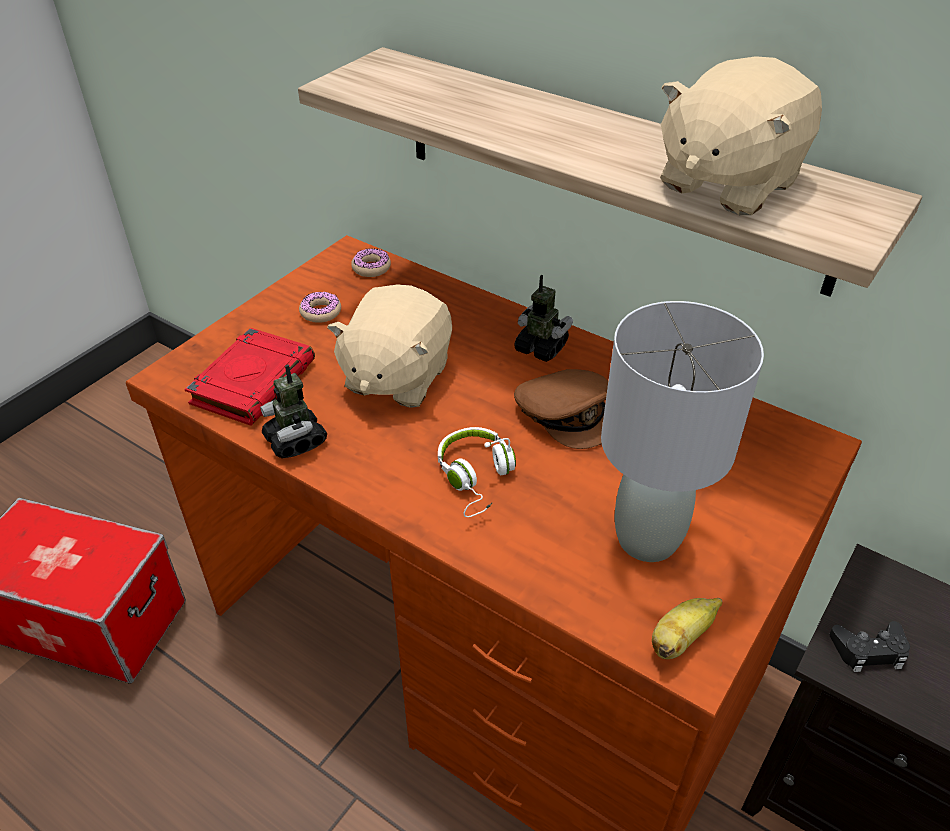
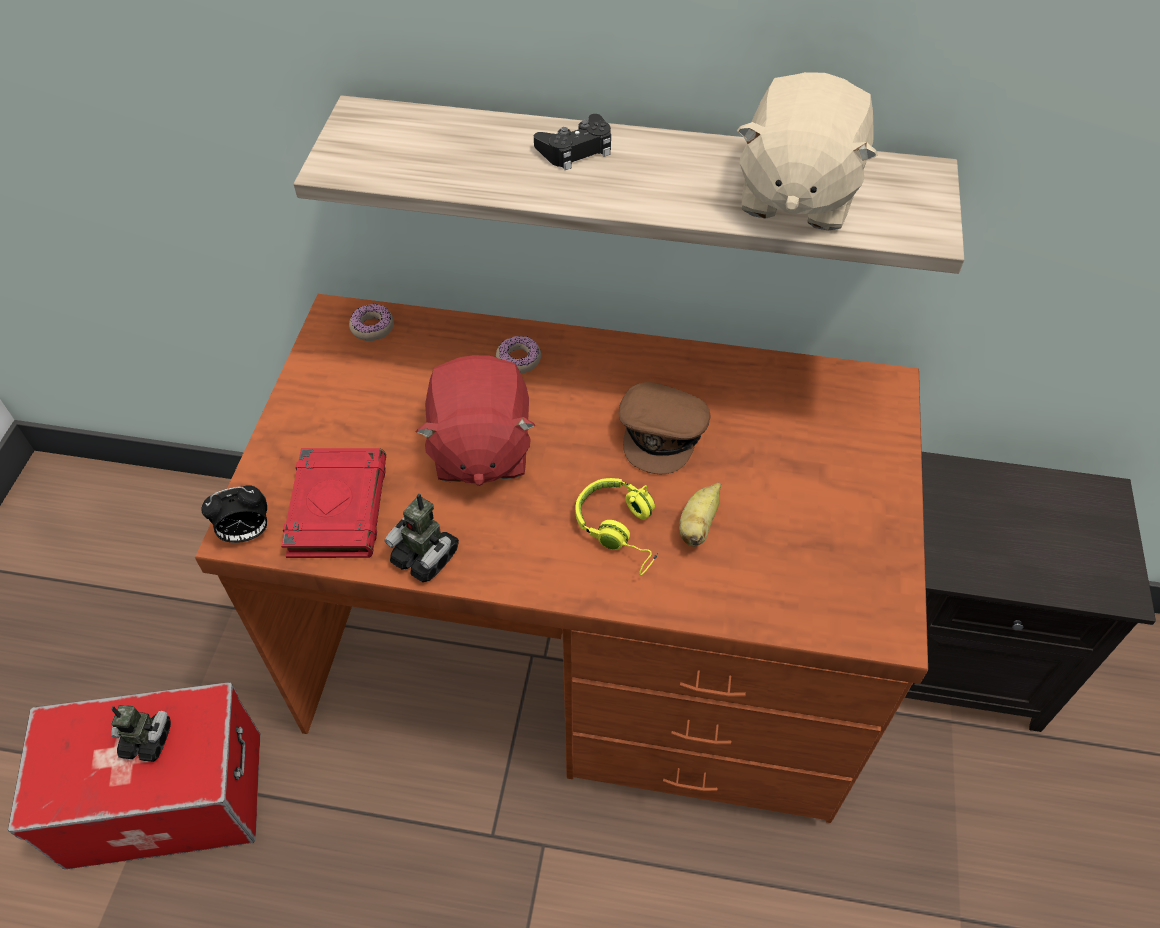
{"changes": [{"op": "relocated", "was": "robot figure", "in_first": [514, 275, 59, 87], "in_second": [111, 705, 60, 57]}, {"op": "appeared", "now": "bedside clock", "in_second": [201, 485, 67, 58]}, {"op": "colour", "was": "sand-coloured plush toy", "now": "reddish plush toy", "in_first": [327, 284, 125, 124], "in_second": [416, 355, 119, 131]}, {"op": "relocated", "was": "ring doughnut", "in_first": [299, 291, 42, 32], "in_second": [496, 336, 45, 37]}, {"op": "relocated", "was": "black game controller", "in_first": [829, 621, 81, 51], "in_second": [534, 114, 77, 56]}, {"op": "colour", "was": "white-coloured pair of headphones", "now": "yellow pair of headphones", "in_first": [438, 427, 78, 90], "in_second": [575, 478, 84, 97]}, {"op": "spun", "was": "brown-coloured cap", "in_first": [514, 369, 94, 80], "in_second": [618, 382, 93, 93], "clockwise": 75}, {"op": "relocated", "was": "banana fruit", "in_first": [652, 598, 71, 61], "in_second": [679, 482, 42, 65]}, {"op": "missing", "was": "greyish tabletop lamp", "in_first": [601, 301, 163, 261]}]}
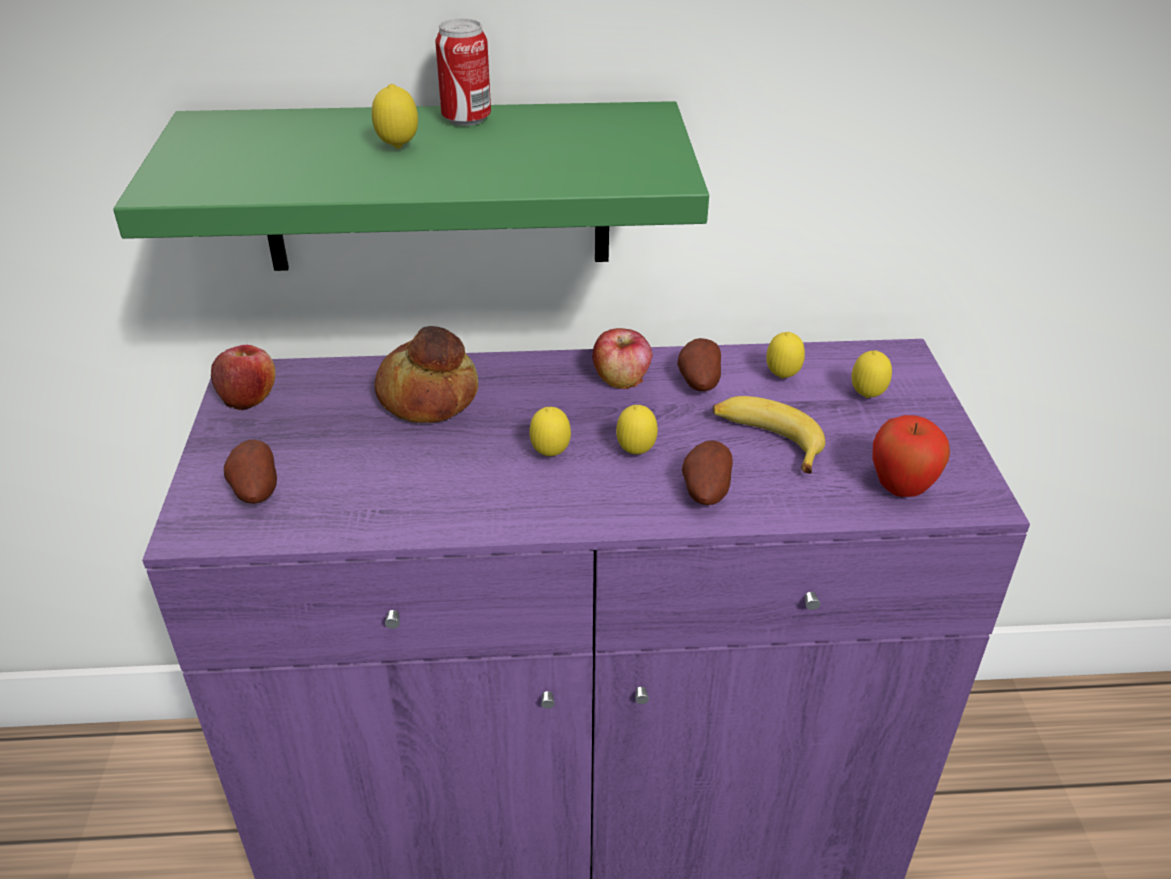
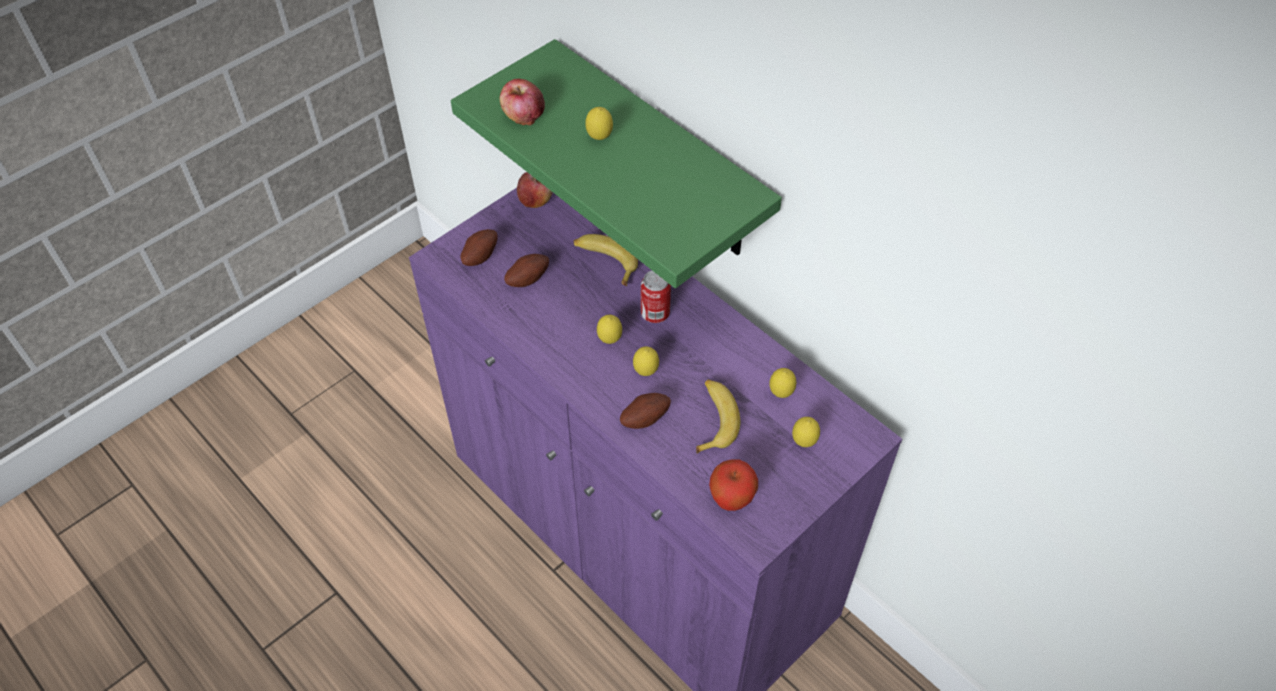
{"changes": [{"op": "relocated", "was": "apple", "in_first": [592, 328, 61, 61], "in_second": [500, 79, 45, 47]}, {"op": "relocated", "was": "spud", "in_first": [677, 338, 44, 53], "in_second": [504, 254, 45, 33]}, {"op": "exchanged", "was": "bakery bread", "now": "banana fruit", "in_first": [375, 326, 103, 97], "in_second": [574, 234, 64, 52]}, {"op": "relocated", "was": "metal can", "in_first": [435, 19, 56, 107], "in_second": [641, 271, 30, 52]}]}
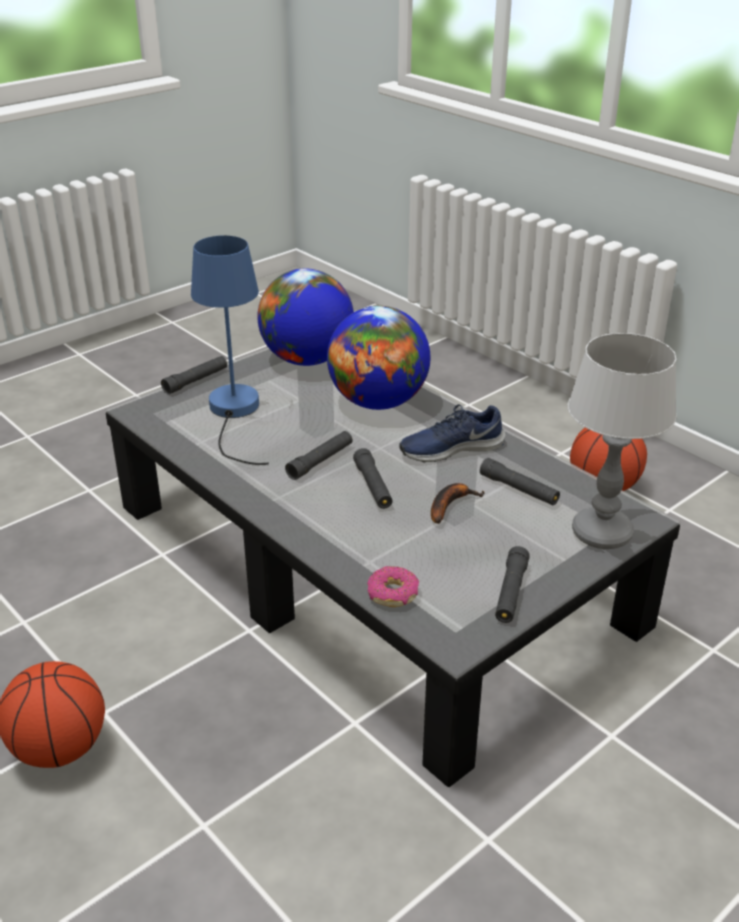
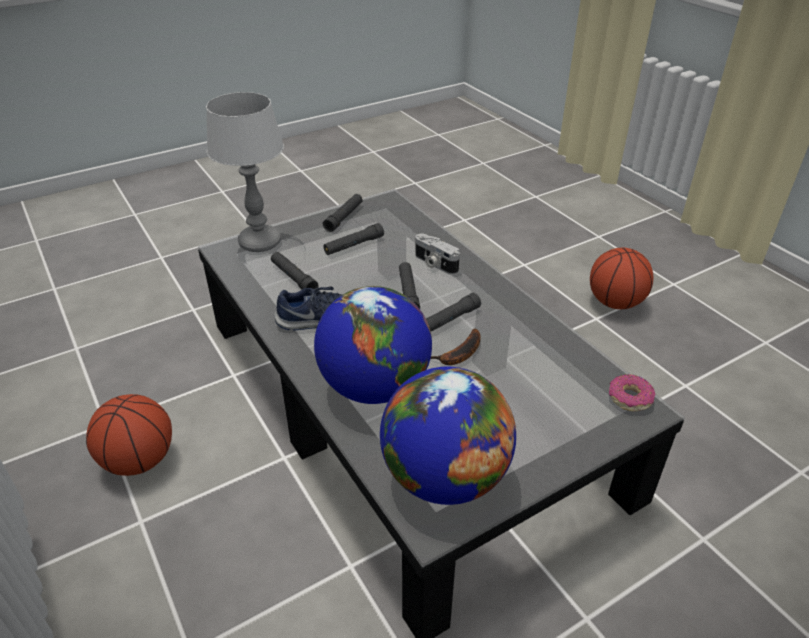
{"changes": [{"op": "relocated", "was": "black hand torch", "in_first": [161, 356, 66, 38], "in_second": [323, 223, 61, 32]}, {"op": "appeared", "now": "photo camera", "in_second": [415, 234, 45, 41]}, {"op": "relocated", "was": "banana fruit", "in_first": [431, 483, 54, 41], "in_second": [431, 328, 50, 37]}, {"op": "relocated", "was": "ring doughnut", "in_first": [367, 566, 52, 41], "in_second": [609, 374, 47, 37]}, {"op": "missing", "was": "blue-coloured tabletop lamp", "in_first": [191, 236, 78, 229]}]}
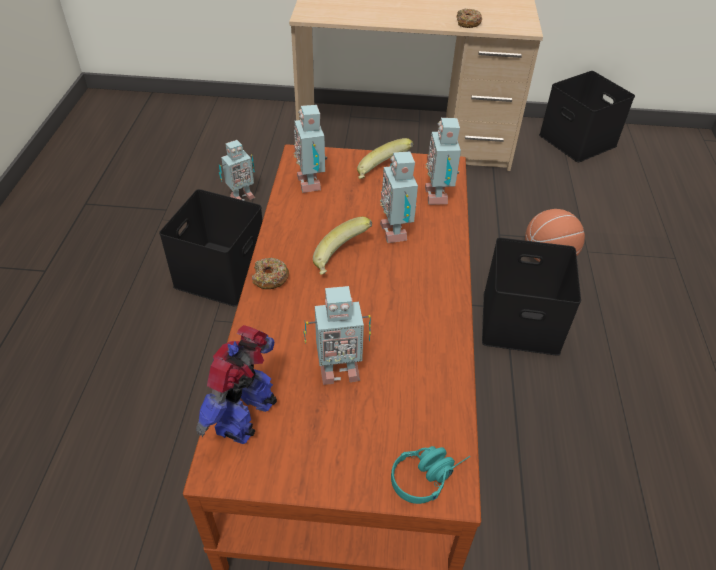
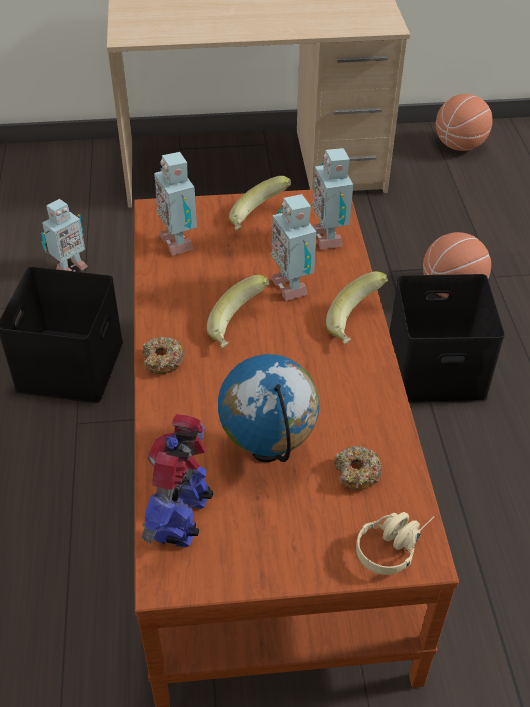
{"changes": [{"op": "exchanged", "was": "robot figure", "now": "desk globe", "in_first": [303, 286, 68, 99], "in_second": [218, 354, 101, 108]}, {"op": "appeared", "now": "banana fruit", "in_second": [326, 271, 62, 73]}, {"op": "relocated", "was": "ring doughnut", "in_first": [456, 9, 26, 19], "in_second": [334, 446, 49, 44]}, {"op": "colour", "was": "turquoise-coloured pair of headphones", "now": "sand-coloured pair of headphones", "in_first": [391, 446, 79, 58], "in_second": [356, 512, 78, 63]}, {"op": "exchanged", "was": "black storage box", "now": "basketball ball", "in_first": [539, 71, 96, 91], "in_second": [436, 94, 57, 57]}]}
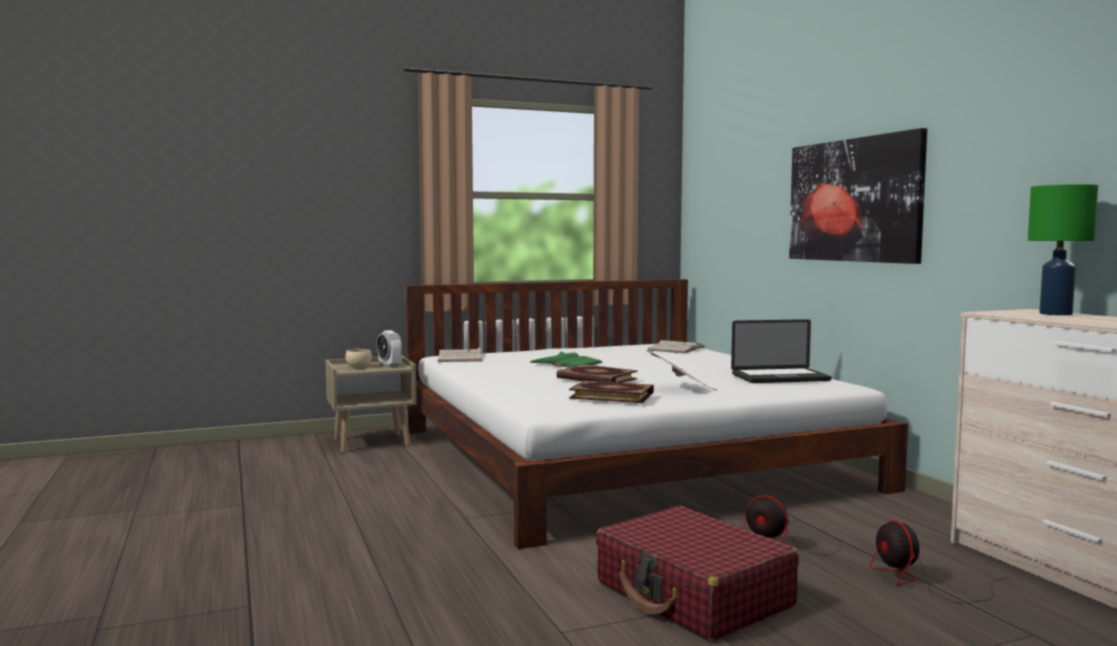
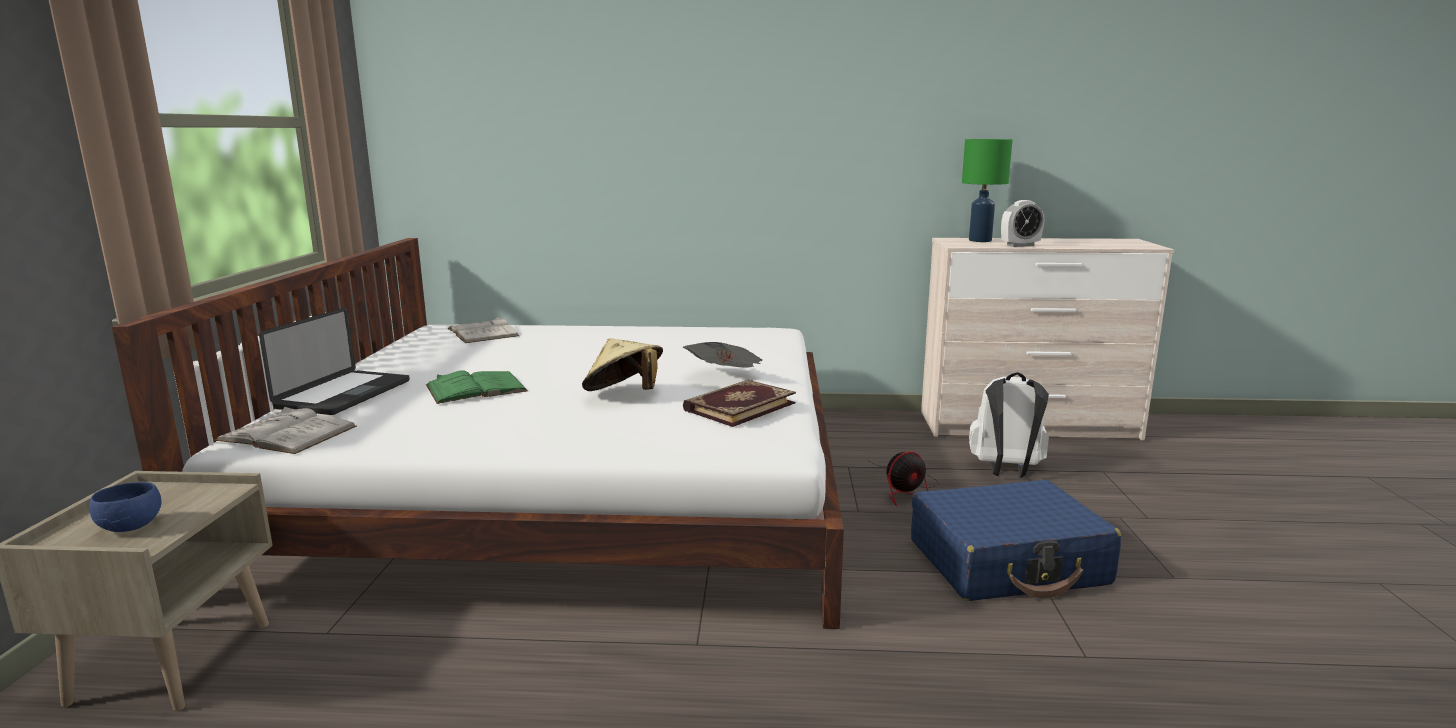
{"changes": [{"op": "colour", "was": "sand-coloured bowl", "now": "blue-coloured bowl", "in_first": [345, 349, 27, 19], "in_second": [89, 482, 72, 50]}, {"op": "relocated", "was": "portable computer", "in_first": [731, 319, 101, 64], "in_second": [259, 307, 151, 108]}, {"op": "exchanged", "was": "book", "now": "sand-coloured hat", "in_first": [556, 364, 82, 19], "in_second": [582, 338, 81, 53]}, {"op": "colour", "was": "reddish piece of luggage", "now": "blue-coloured piece of luggage", "in_first": [596, 506, 203, 135], "in_second": [911, 480, 210, 121]}, {"op": "exchanged", "was": "fan", "now": "white-coloured knapsack", "in_first": [869, 520, 138, 83], "in_second": [969, 372, 80, 106]}, {"op": "relocated", "was": "bedside clock", "in_first": [376, 330, 26, 37], "in_second": [1001, 200, 43, 47]}, {"op": "missing", "was": "wall picture", "in_first": [789, 128, 138, 136]}]}
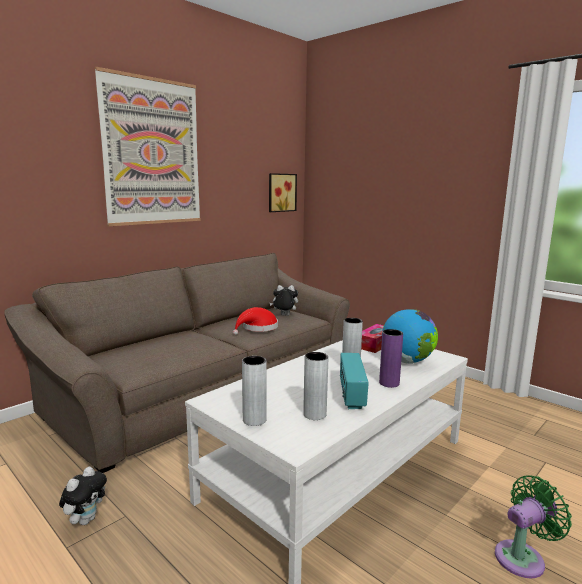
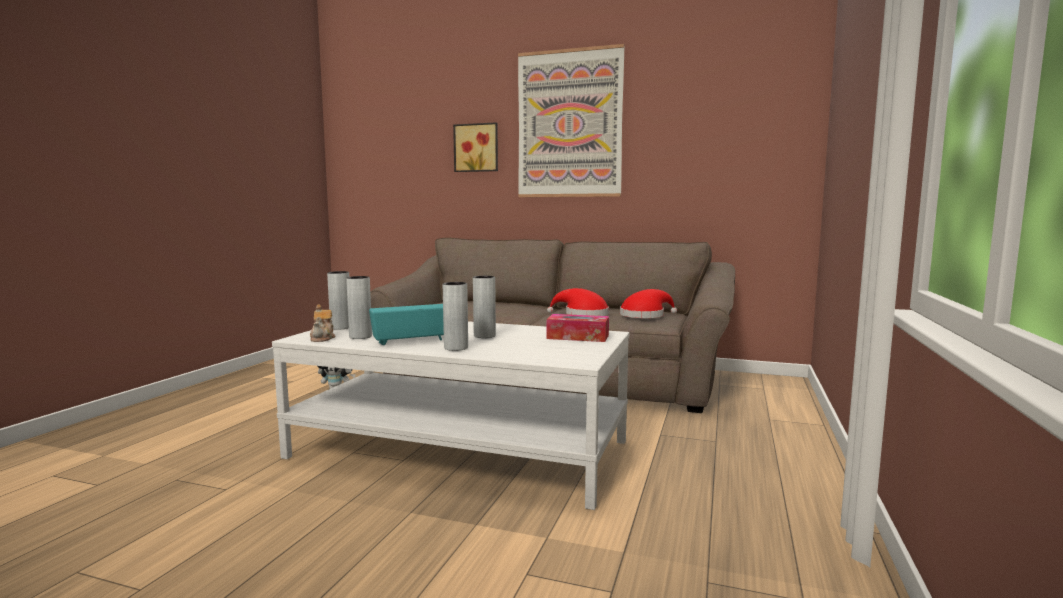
{"changes": [{"op": "appeared", "now": "teapot", "in_second": [310, 304, 25, 38]}, {"op": "colour", "was": "purplish decorative vase", "now": "greyish decorative vase", "in_first": [379, 329, 24, 59], "in_second": [443, 282, 25, 69]}, {"op": "relocated", "was": "wall picture", "in_first": [269, 173, 28, 39], "in_second": [453, 122, 45, 50]}, {"op": "exchanged", "was": "plush toy", "now": "reddish hat", "in_first": [270, 285, 28, 31], "in_second": [620, 289, 57, 29]}, {"op": "missing", "was": "desk globe", "in_first": [382, 309, 56, 55]}, {"op": "missing", "was": "greenish fan", "in_first": [495, 475, 77, 104]}]}
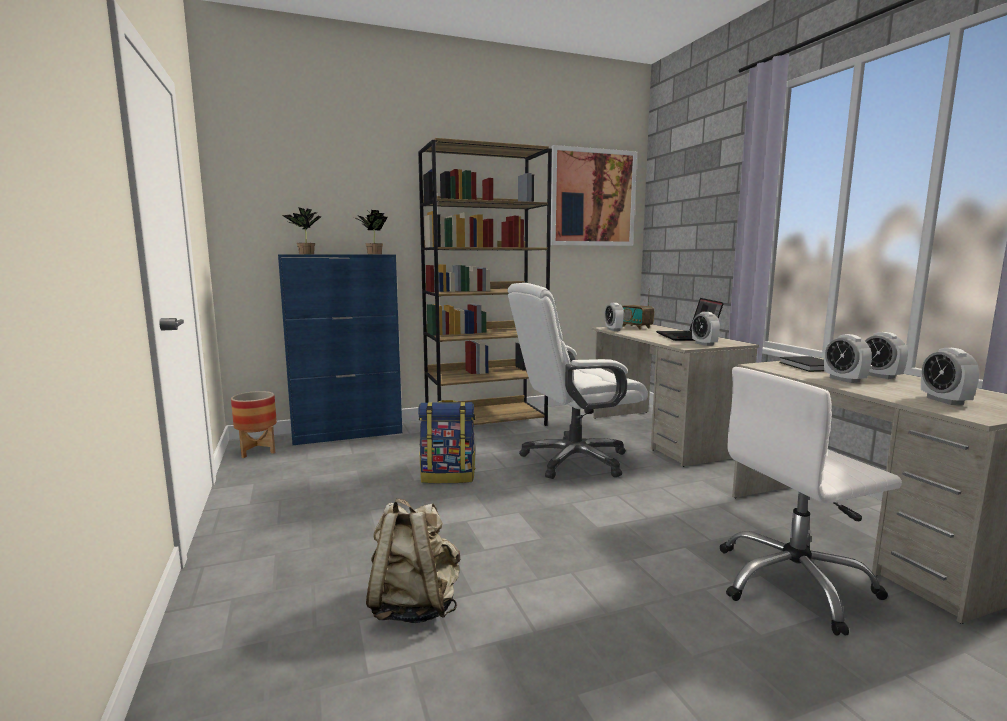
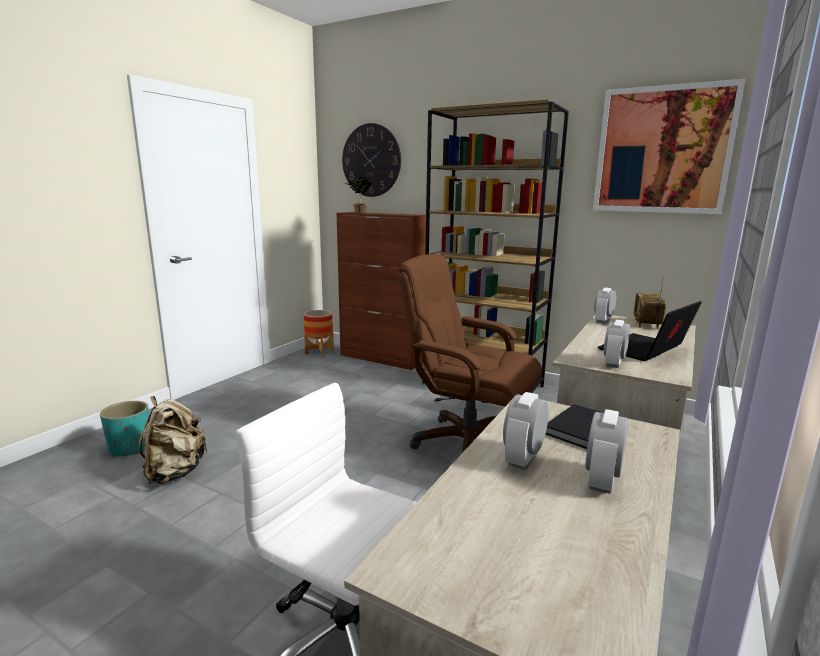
{"changes": [{"op": "appeared", "now": "turquoise-coloured flower pot", "in_second": [100, 401, 49, 56]}, {"op": "colour", "was": "blue-coloured cupboard", "now": "brown-coloured cupboard", "in_first": [278, 254, 124, 191], "in_second": [336, 212, 90, 158]}, {"op": "appeared", "now": "clock on the wall", "in_second": [342, 123, 59, 74]}, {"op": "colour", "was": "white-coloured office chair", "now": "brown-coloured office chair", "in_first": [508, 283, 140, 196], "in_second": [398, 254, 144, 199]}, {"op": "missing", "was": "plant in a pot", "in_first": [354, 210, 34, 44]}, {"op": "missing", "was": "knapsack", "in_first": [418, 400, 57, 83]}, {"op": "missing", "was": "bedside clock", "in_first": [921, 348, 58, 57]}]}
